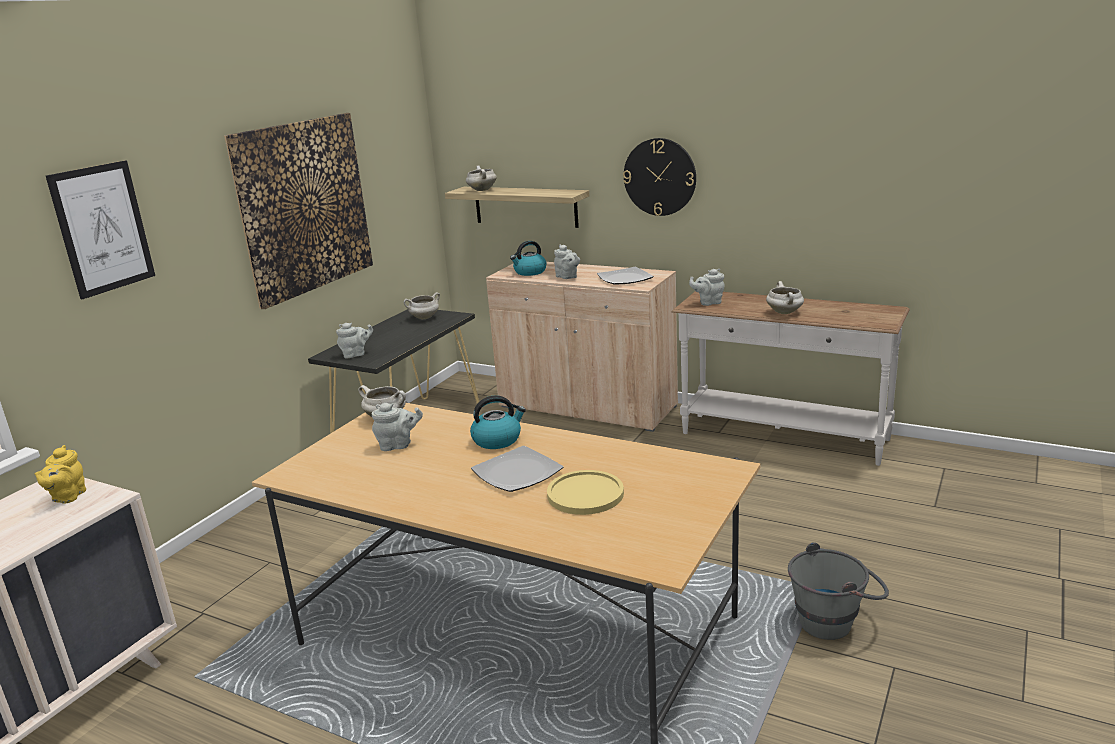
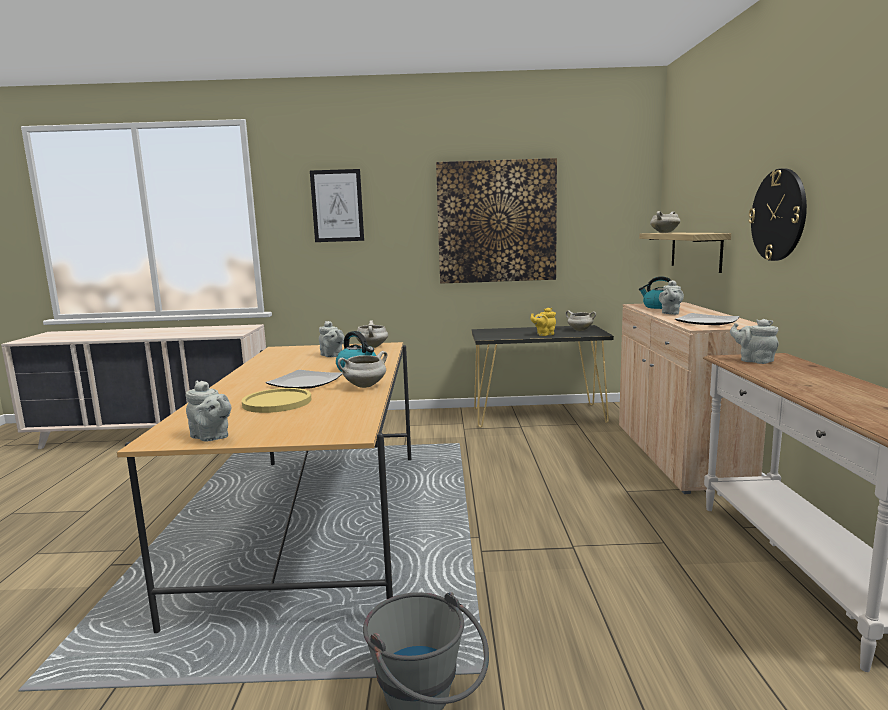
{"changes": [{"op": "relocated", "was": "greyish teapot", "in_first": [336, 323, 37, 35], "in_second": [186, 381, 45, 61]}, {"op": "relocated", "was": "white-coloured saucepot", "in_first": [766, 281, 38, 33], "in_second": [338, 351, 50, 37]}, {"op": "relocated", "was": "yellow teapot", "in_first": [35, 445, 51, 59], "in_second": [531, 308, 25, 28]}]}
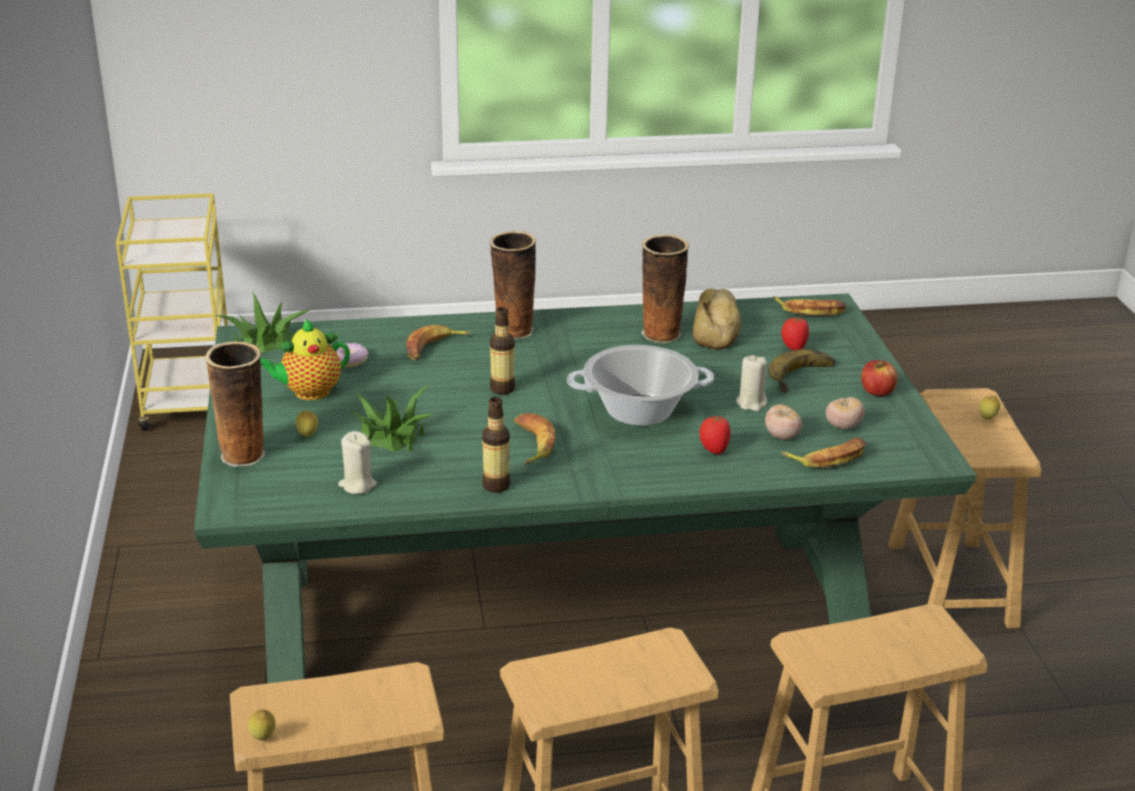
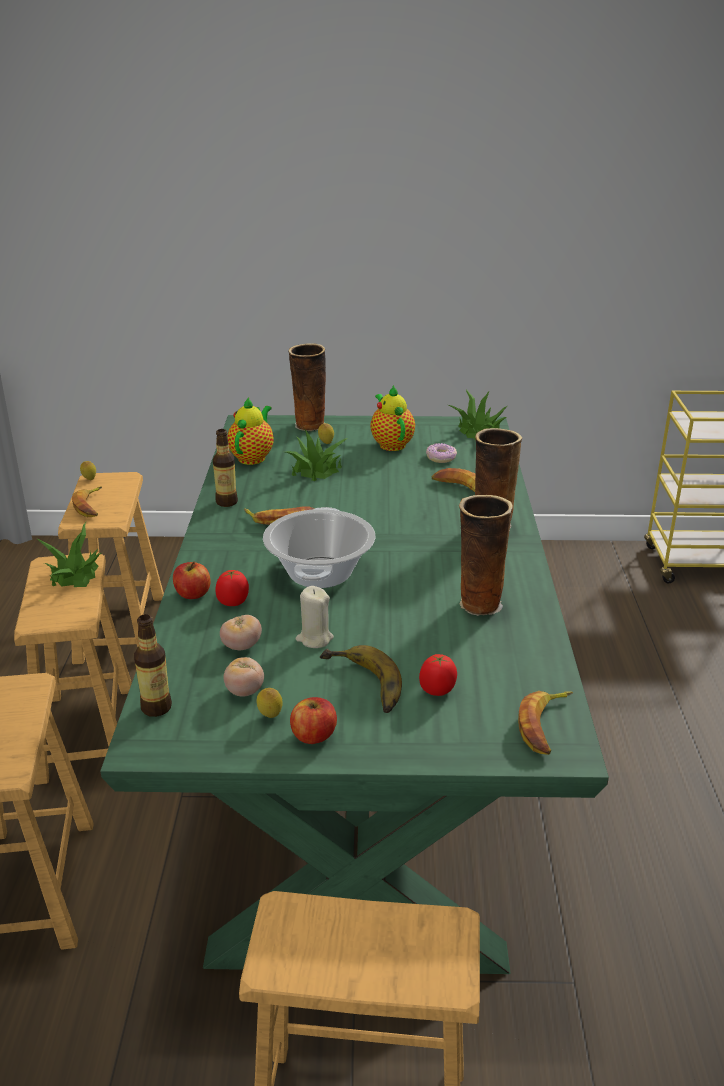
{"changes": [{"op": "appeared", "now": "plant in a pot", "in_second": [36, 522, 65, 65]}, {"op": "relocated", "was": "banana fruit", "in_first": [781, 437, 86, 31], "in_second": [72, 486, 30, 31]}, {"op": "relocated", "was": "beverage bottle", "in_first": [490, 307, 25, 88], "in_second": [134, 614, 38, 103]}, {"op": "appeared", "now": "apple", "in_second": [173, 562, 37, 37]}, {"op": "exchanged", "was": "sand-coloured wax light", "now": "teapot", "in_first": [338, 431, 39, 63], "in_second": [227, 397, 47, 68]}, {"op": "relocated", "was": "lemon", "in_first": [980, 396, 20, 23], "in_second": [257, 688, 25, 30]}, {"op": "missing", "was": "bakery bread", "in_first": [693, 289, 48, 61]}]}
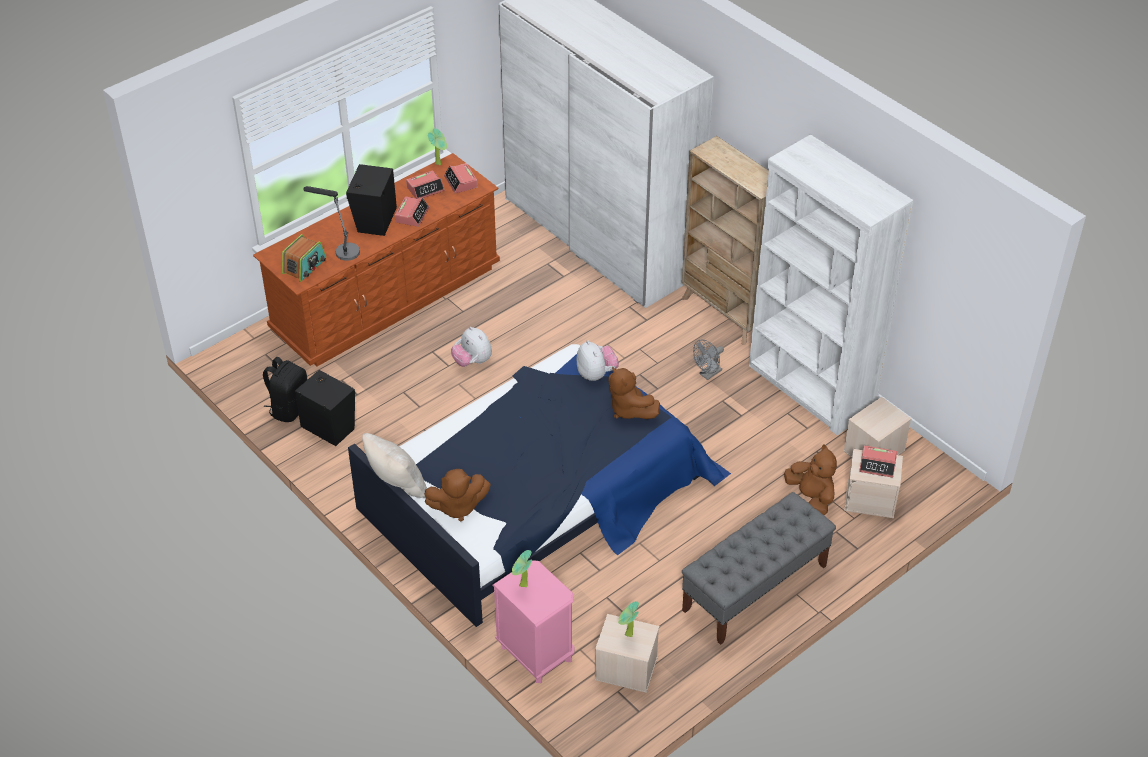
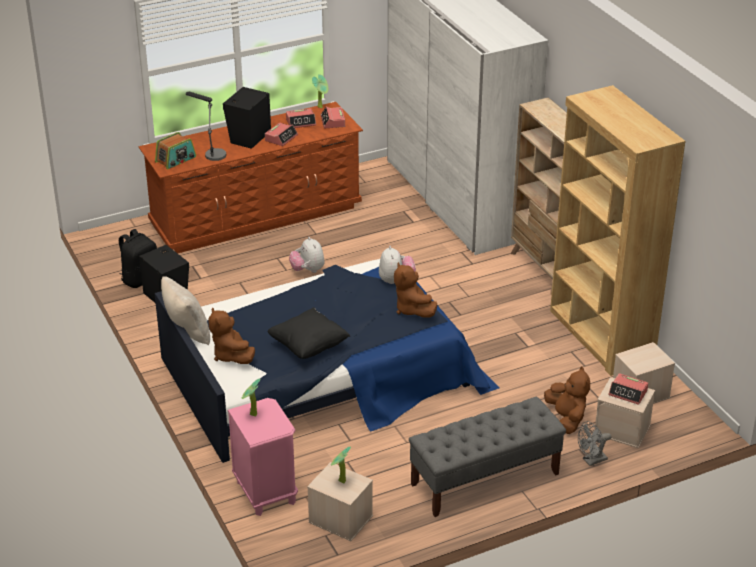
{"changes": [{"op": "spun", "was": "brown-coloured plush toy", "in_first": [425, 469, 65, 52], "in_second": [208, 307, 47, 57], "clockwise": 60}, {"op": "appeared", "now": "black cushion", "in_second": [267, 308, 83, 51]}, {"op": "colour", "was": "white-coloured bookcase", "now": "brown-coloured bookcase", "in_first": [749, 134, 165, 302], "in_second": [550, 85, 136, 291]}, {"op": "relocated", "was": "greyish fan", "in_first": [693, 340, 31, 40], "in_second": [578, 421, 33, 45]}]}
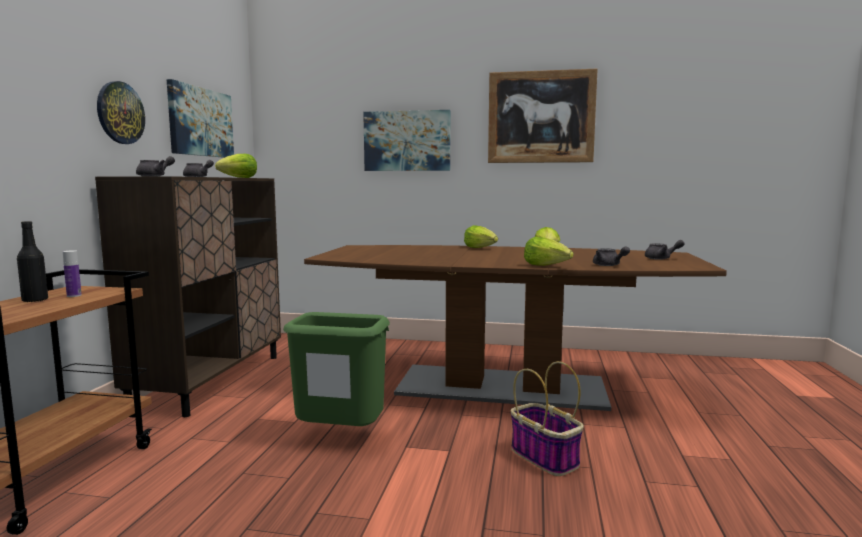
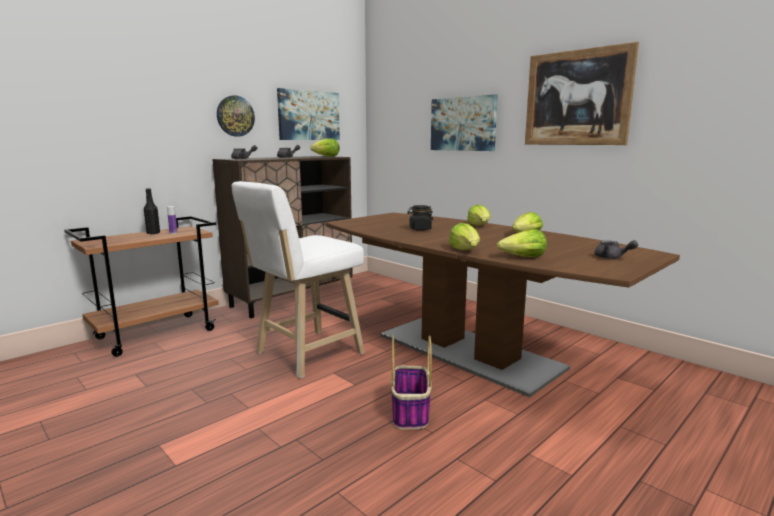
{"changes": [{"op": "exchanged", "was": "greenish waste bin", "now": "white-coloured sitting stool", "in_first": [283, 312, 107, 114], "in_second": [232, 181, 133, 197]}, {"op": "appeared", "now": "black storage jar", "in_second": [407, 205, 26, 26]}, {"op": "exchanged", "was": "greyish teapot", "now": "head of lettuce", "in_first": [593, 246, 37, 20], "in_second": [497, 229, 50, 28]}]}
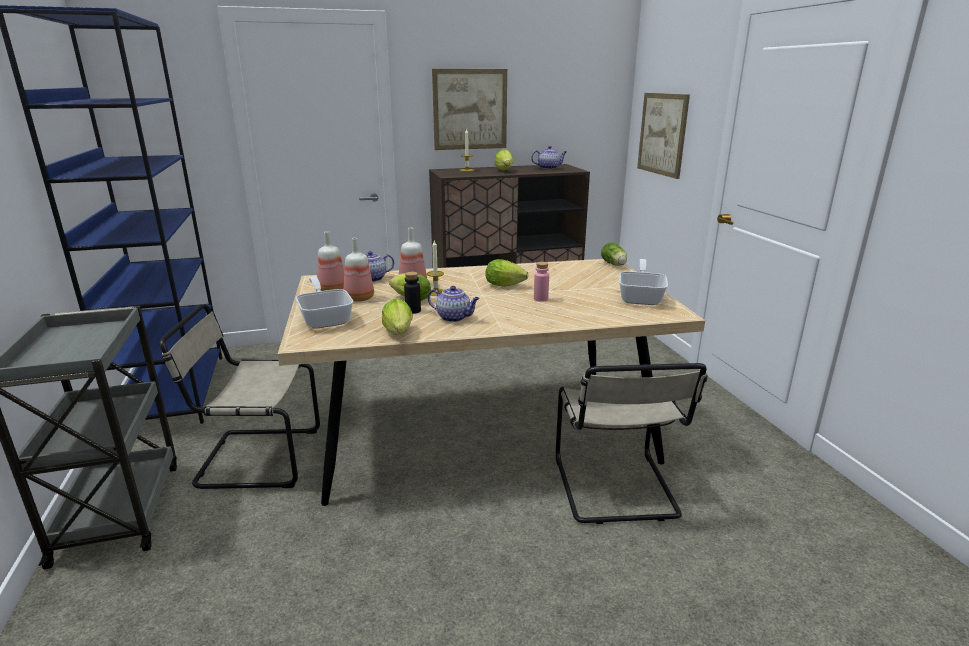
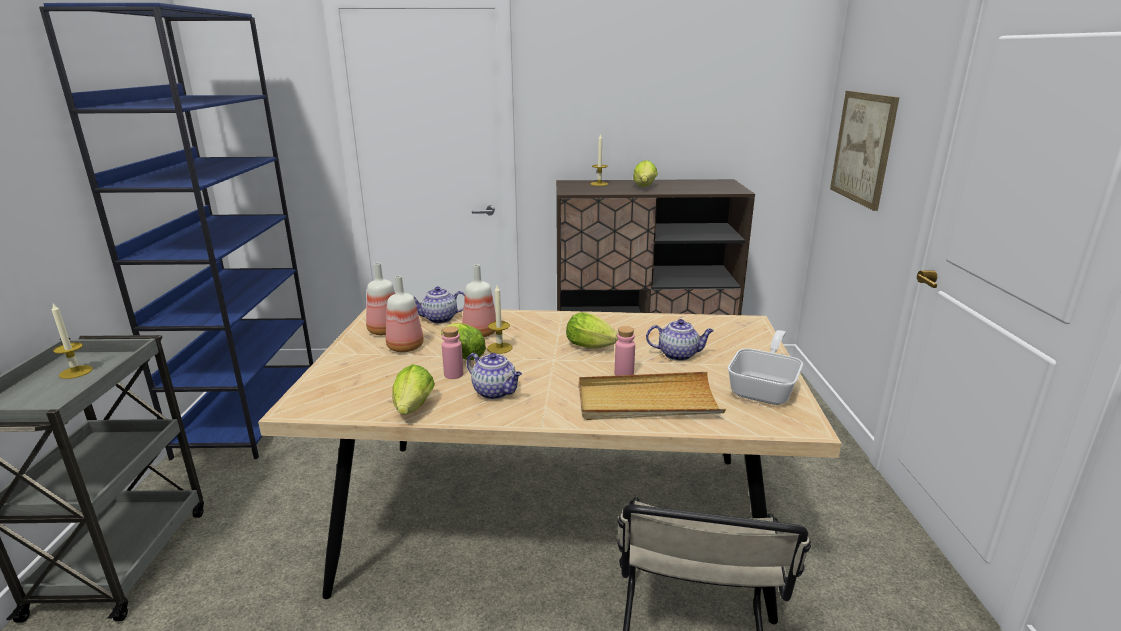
{"changes": [{"op": "appeared", "now": "wax light", "in_second": [52, 303, 41, 76]}, {"op": "colour", "was": "black beverage bottle", "now": "pinkish beverage bottle", "in_first": [404, 272, 17, 42], "in_second": [442, 326, 21, 53]}, {"op": "appeared", "now": "sand-coloured carrying tray", "in_second": [579, 372, 147, 48]}, {"op": "relocated", "was": "teapot", "in_first": [531, 146, 36, 23], "in_second": [646, 319, 68, 42]}, {"op": "missing", "was": "sand-coloured upright chair", "in_first": [160, 304, 160, 185]}, {"op": "missing", "was": "skillet", "in_first": [295, 276, 58, 53]}, {"op": "missing", "was": "wall picture", "in_first": [432, 69, 75, 81]}, {"op": "missing", "was": "head of lettuce", "in_first": [601, 242, 26, 24]}]}
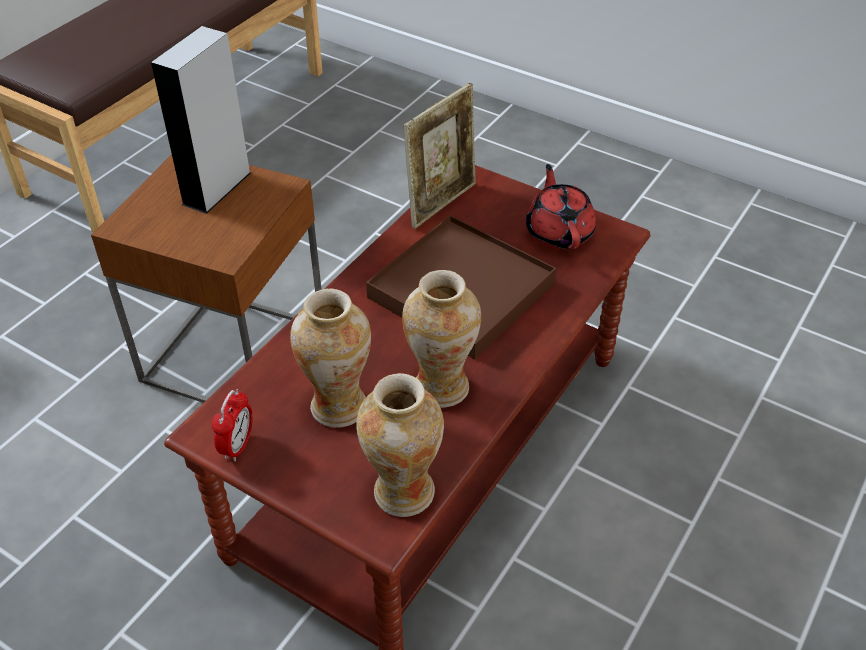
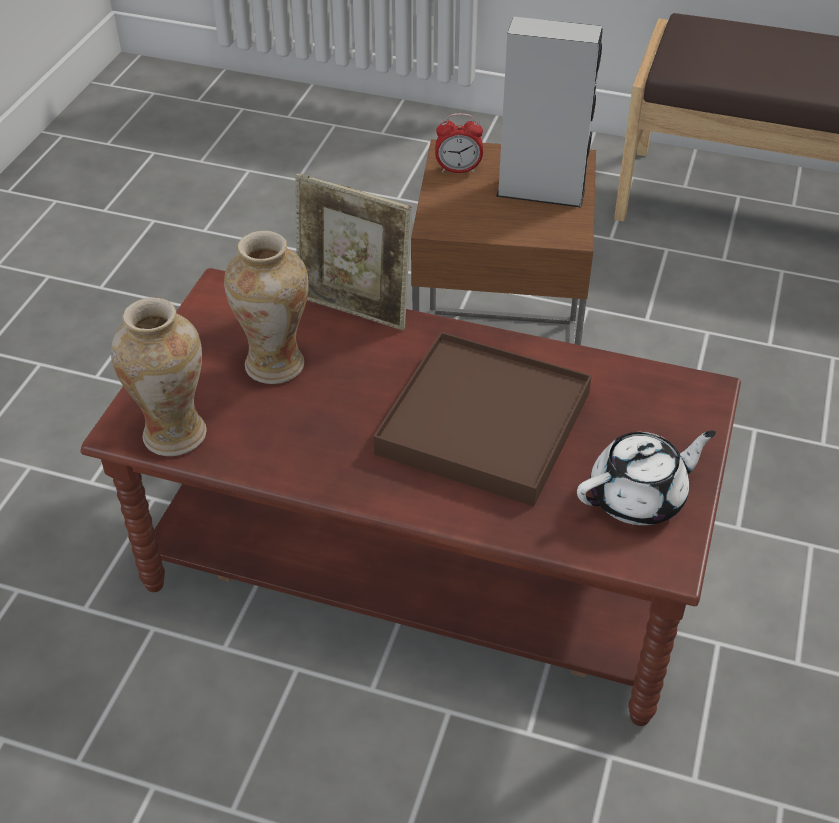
{"changes": [{"op": "relocated", "was": "picture frame", "in_first": [403, 83, 73, 146], "in_second": [295, 173, 117, 158]}, {"op": "relocated", "was": "bedside clock", "in_first": [212, 389, 41, 72], "in_second": [435, 113, 48, 60]}, {"op": "colour", "was": "reddish teapot", "now": "white-coloured teapot", "in_first": [526, 164, 70, 85], "in_second": [577, 431, 139, 94]}, {"op": "missing", "was": "decorative vase", "in_first": [402, 270, 79, 138]}]}
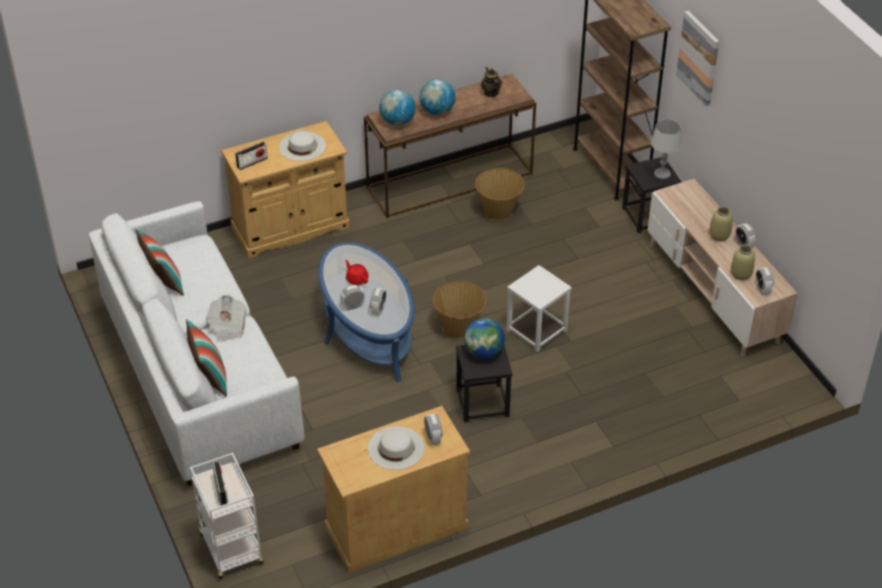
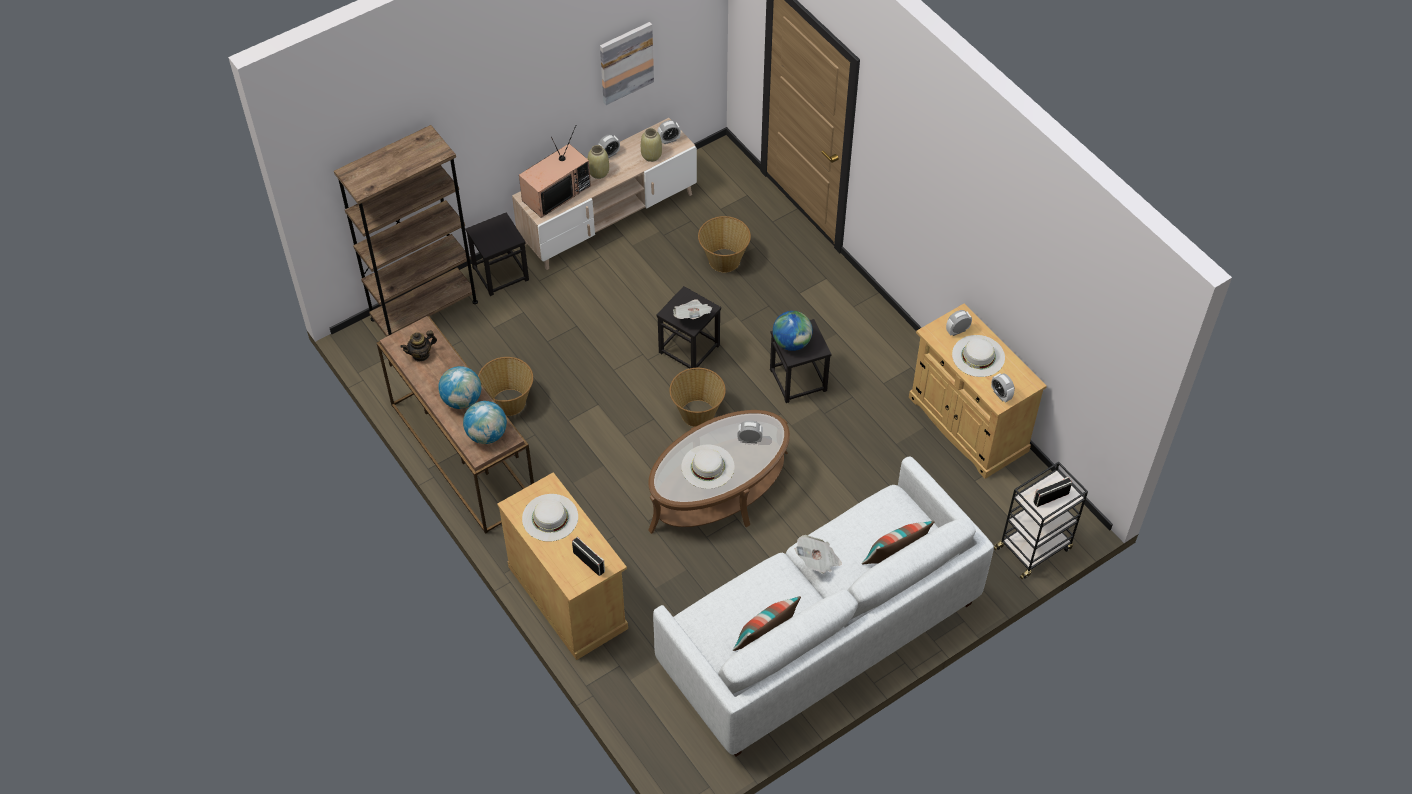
{"changes": [{"op": "appeared", "now": "TV set", "in_second": [519, 125, 72, 93]}, {"op": "relocated", "was": "wall picture", "in_first": [676, 11, 43, 95], "in_second": [600, 22, 54, 83]}, {"op": "colour", "was": "blue-coloured lounge table", "now": "brown-coloured lounge table", "in_first": [318, 242, 97, 140], "in_second": [648, 410, 142, 124]}, {"op": "colour", "was": "white-coloured sitting stool", "now": "black sitting stool", "in_first": [507, 265, 65, 87], "in_second": [656, 286, 65, 84]}, {"op": "appeared", "now": "newspaper", "in_second": [673, 299, 39, 20]}, {"op": "exchanged", "was": "reddish teapot", "now": "white-coloured hat", "in_first": [345, 260, 23, 25], "in_second": [682, 445, 53, 44]}, {"op": "appeared", "now": "basket", "in_second": [698, 216, 53, 57]}, {"op": "relocated", "was": "bedside clock", "in_first": [340, 285, 25, 25], "in_second": [991, 373, 24, 30]}, {"op": "colour", "was": "white-coloured cart", "now": "black cart", "in_first": [190, 453, 74, 126], "in_second": [994, 462, 94, 117]}, {"op": "missing", "was": "greyish tabletop lamp", "in_first": [651, 119, 31, 60]}]}
